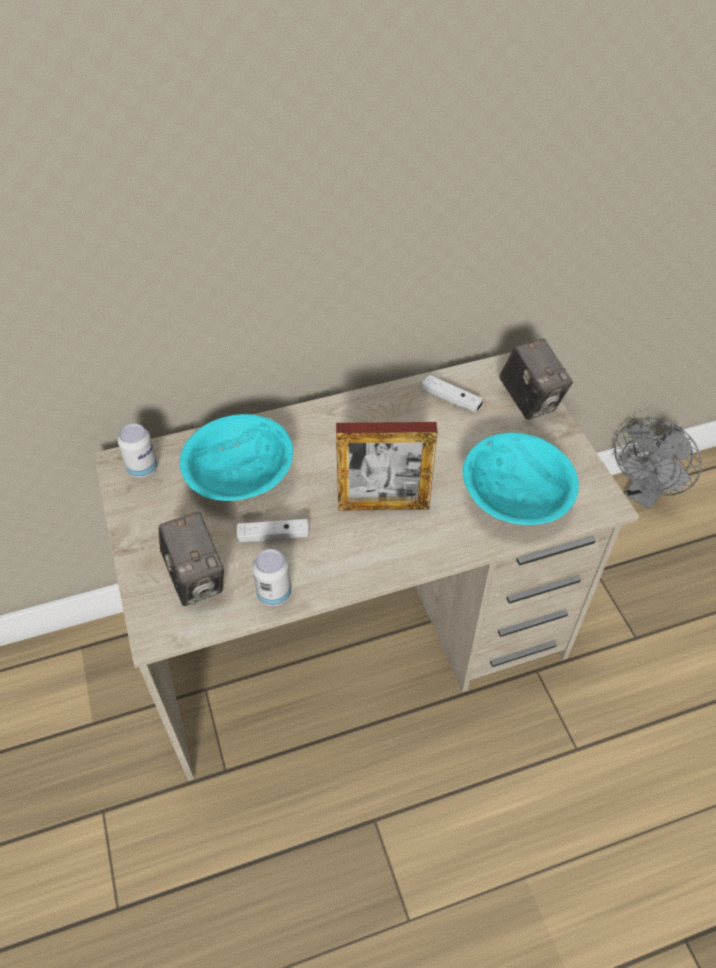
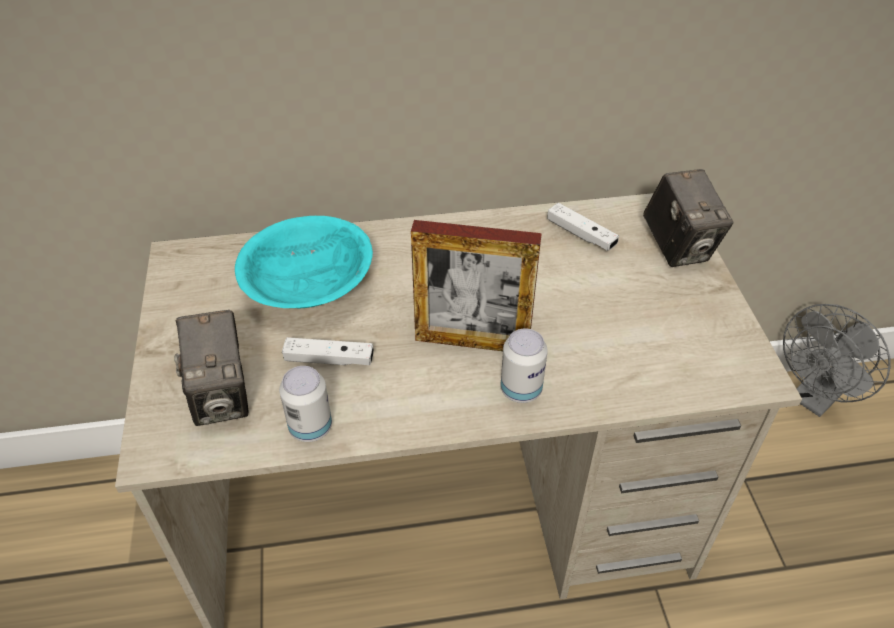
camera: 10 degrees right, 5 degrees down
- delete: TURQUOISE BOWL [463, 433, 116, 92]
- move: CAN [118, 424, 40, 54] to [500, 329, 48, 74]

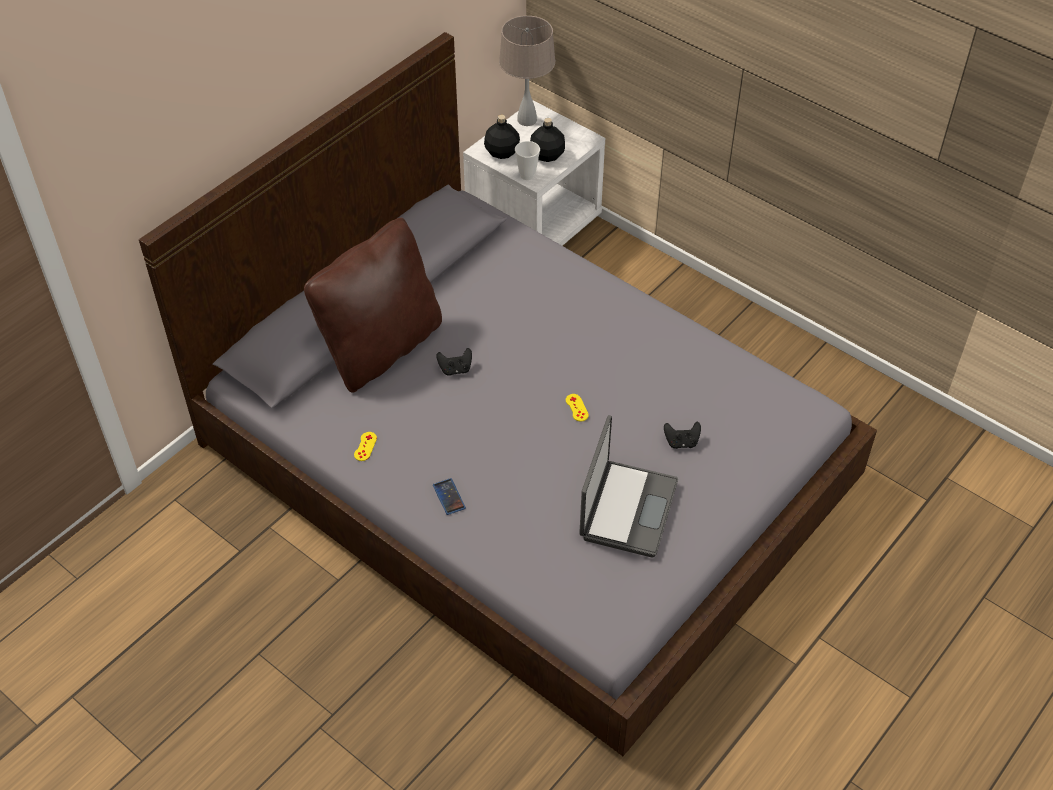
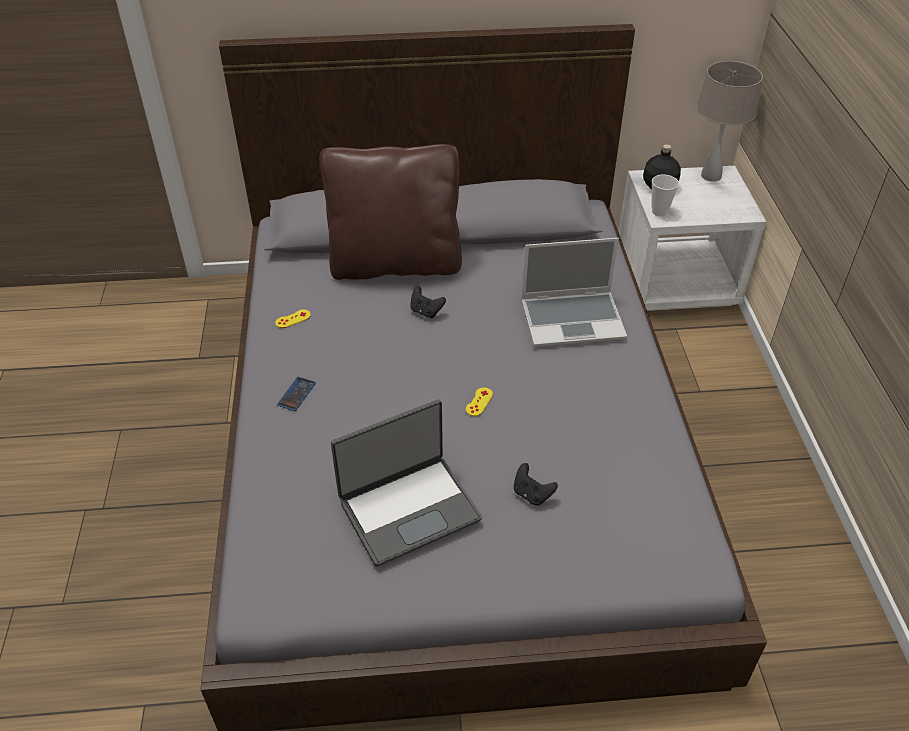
camera: 45 degrees right, 5 degrees down
- delete: BLACK BOTTLE [530, 118, 35, 44]
- insert: LAPTOP [521, 238, 106, 110]

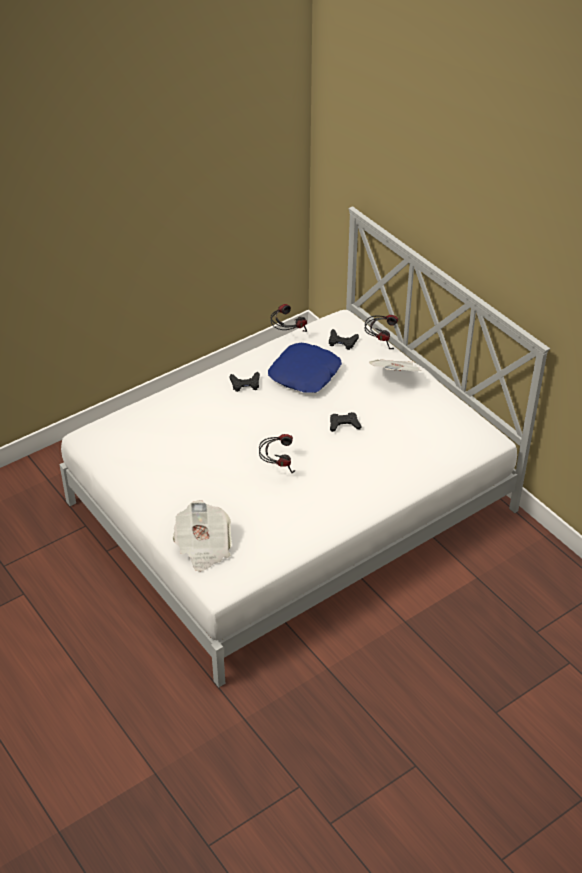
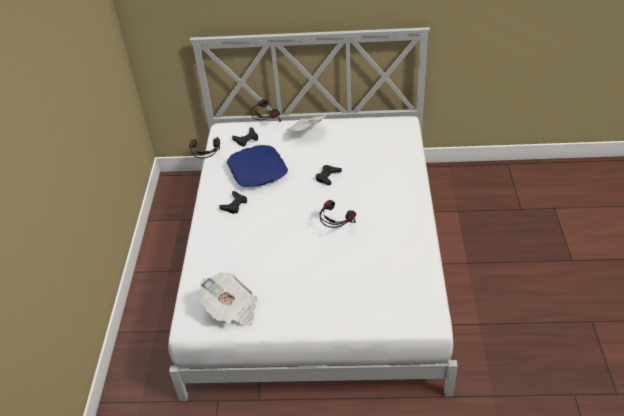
camera: 50 degrees left, 0 degrees up
- move: NEWSPAPER [173, 500, 59, 72] to [200, 273, 57, 53]

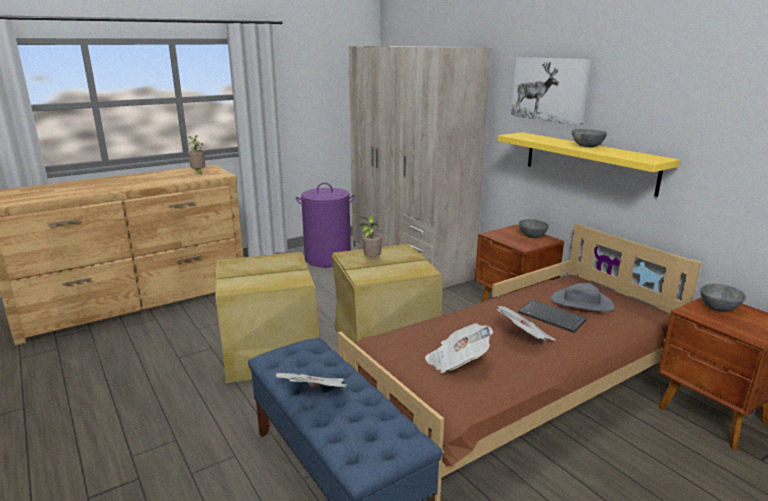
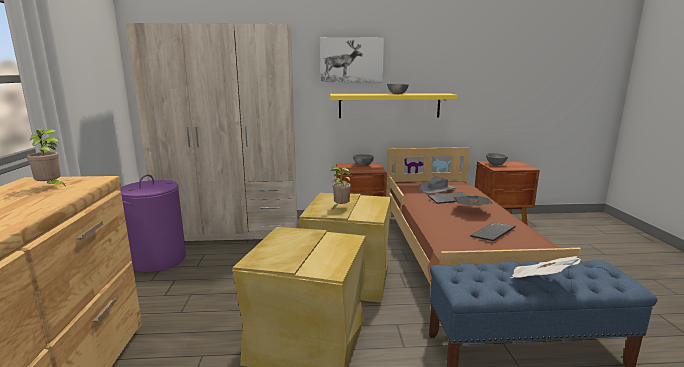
camera: 60 degrees left, 5 degrees down
- replace: NEWSPAPER [425, 323, 68, 50] to KEYBOARD [470, 222, 46, 19]

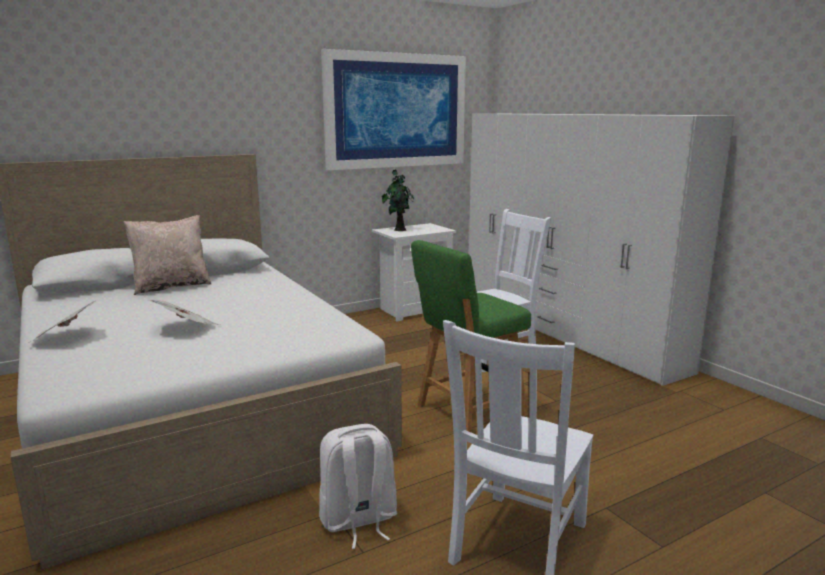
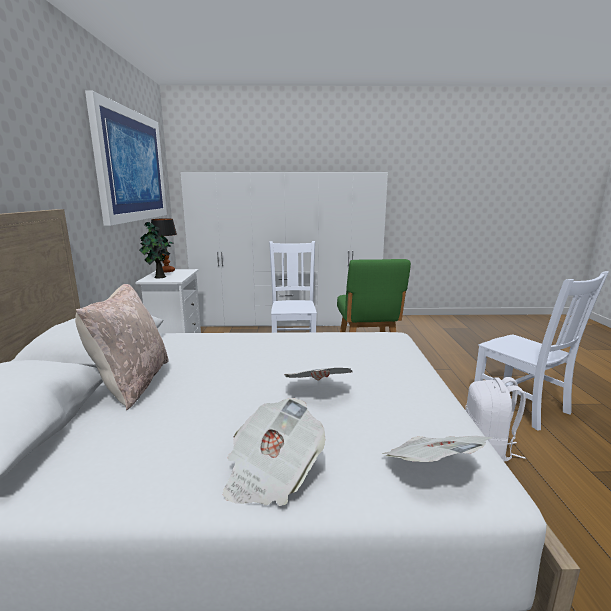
camera: 60 degrees left, 0 degrees up
- insert: TABLE LAMP [151, 218, 26, 54]
- insert: NEWSPAPER [382, 436, 111, 26]

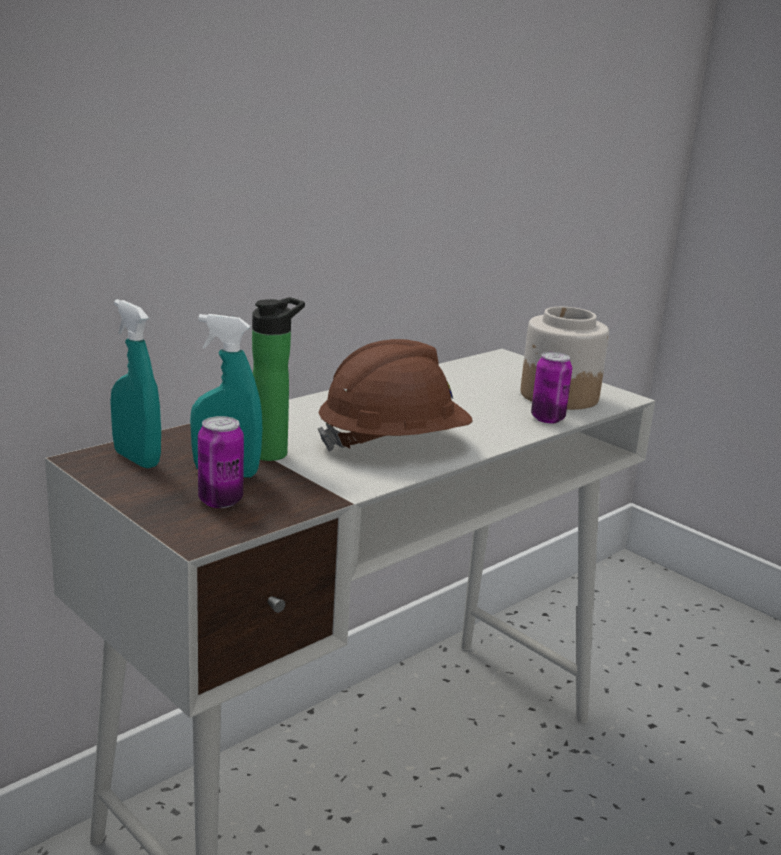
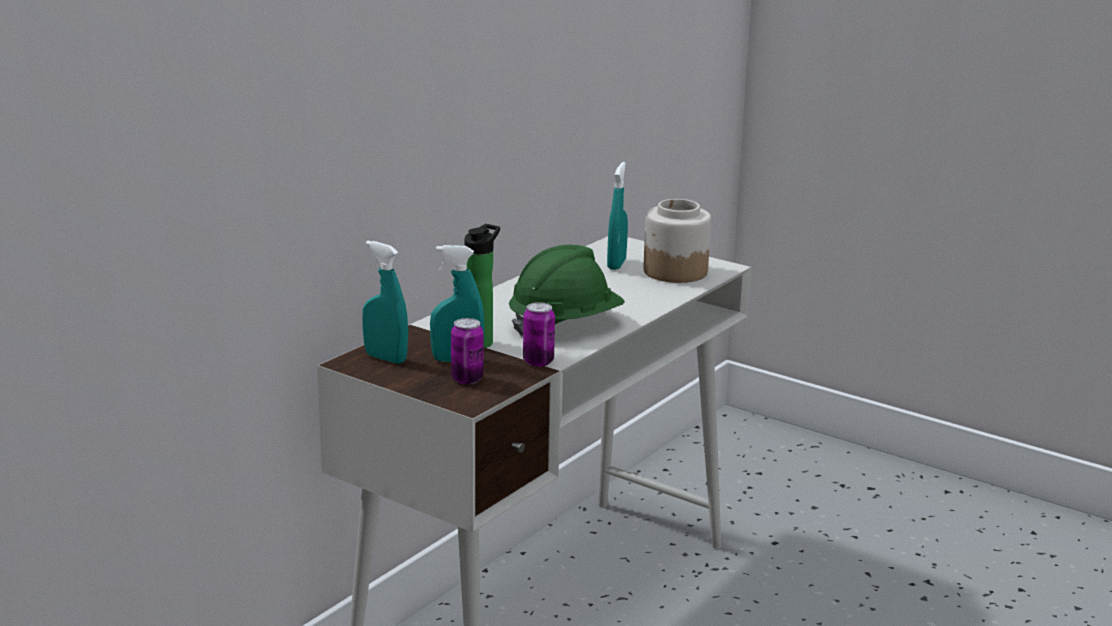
camera: 10 degrees left, 0 degrees up
- insert: TURQUOISE SPRAY BOTTLE [607, 162, 21, 108]
- move: CAN [531, 352, 41, 71] to [523, 302, 32, 65]
- recolor: BROWN HARD HAT [318, 339, 155, 113] to GREEN HARD HAT [509, 245, 116, 91]

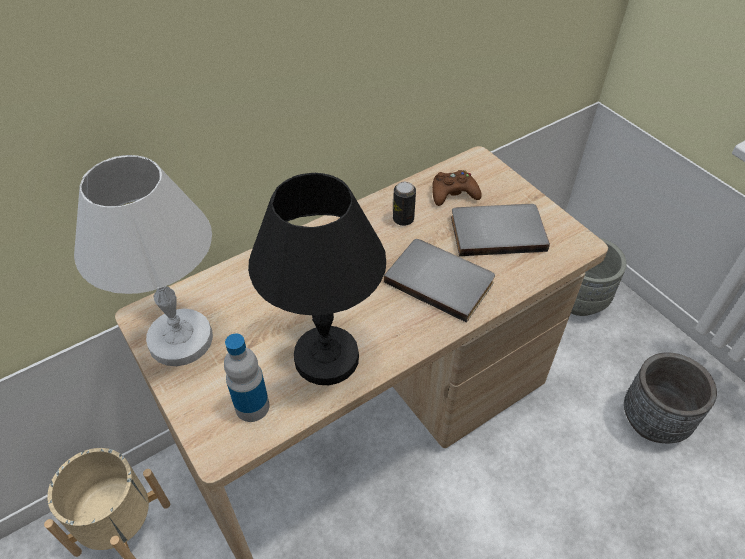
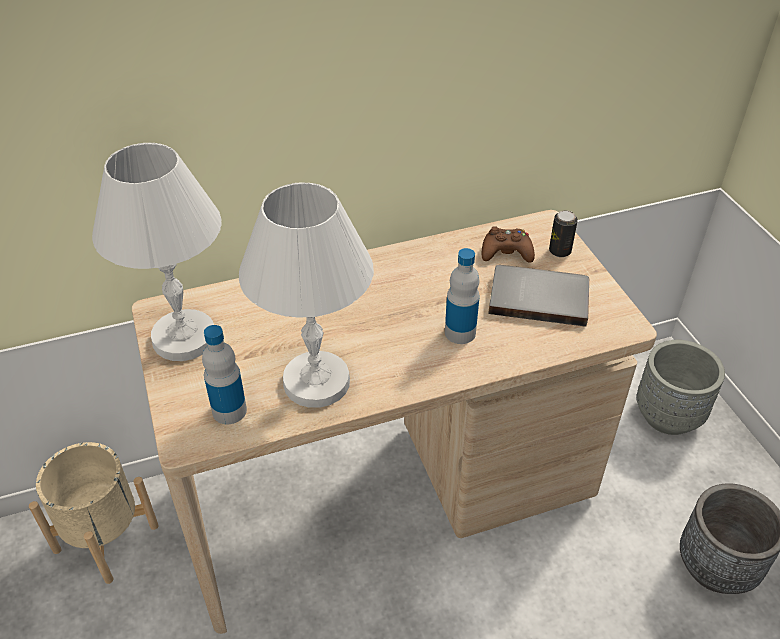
camera: 15 degrees right, 5 degrees down
- move: CAN [393, 182, 23, 44] to [549, 210, 29, 47]
- replace: GREY BOOK [384, 239, 111, 84] to BOTTLE [445, 248, 35, 96]
- recolor: BLACK TABLE LAMP [248, 173, 138, 212] to WHITE TABLE LAMP [239, 183, 135, 225]

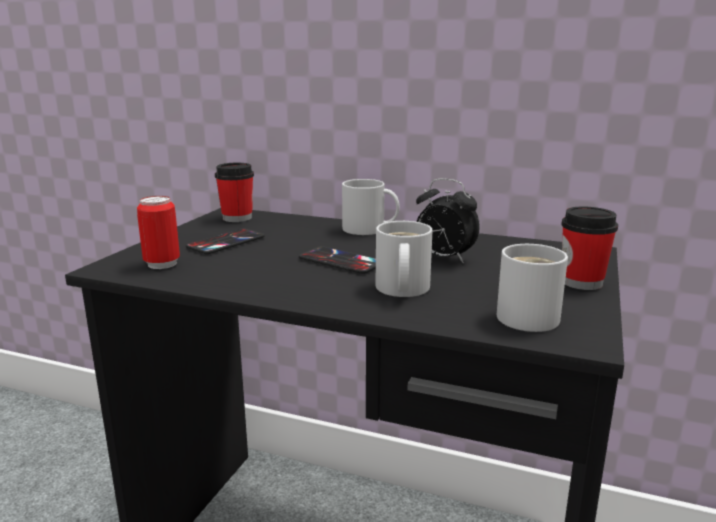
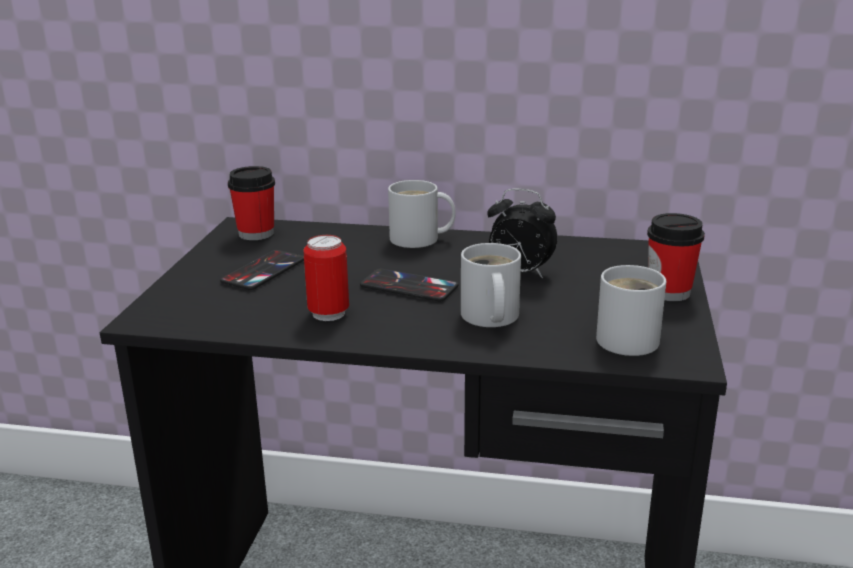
camera: 10 degrees left, 5 degrees up
- move: CAN [137, 196, 43, 73] to [304, 235, 45, 86]

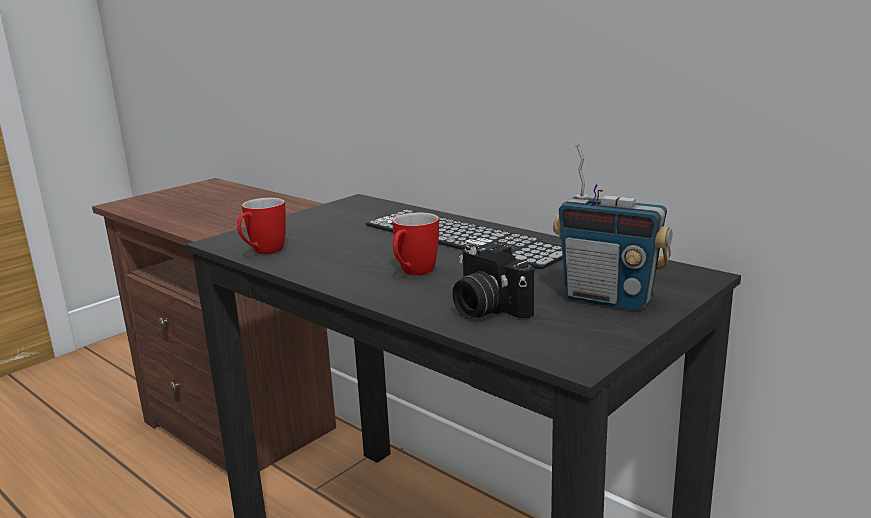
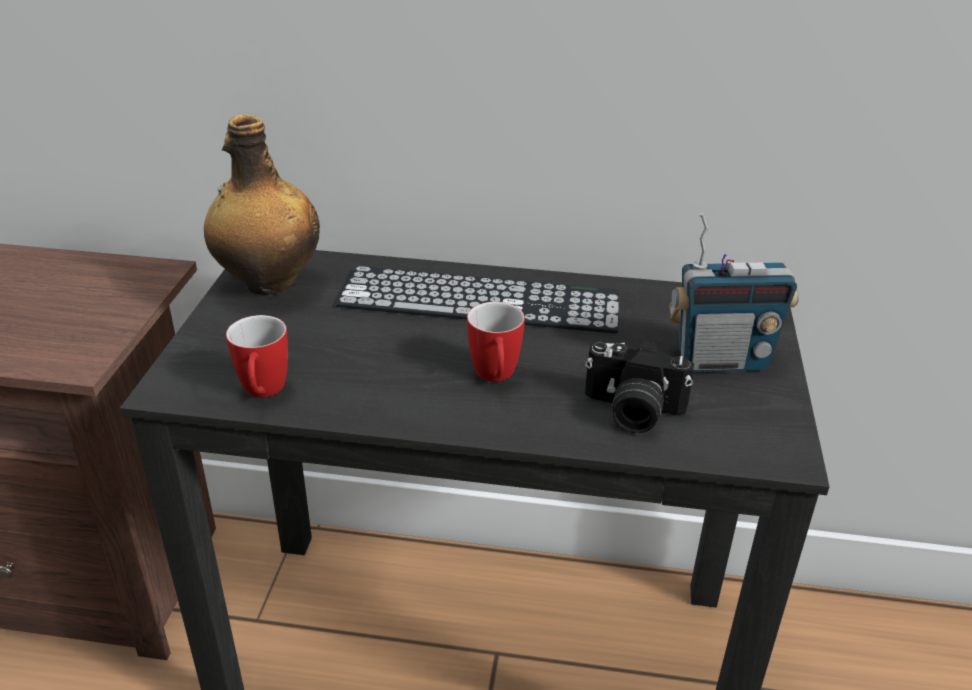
camera: 35 degrees left, 15 degrees up
- insert: BOTTLE [204, 114, 116, 181]

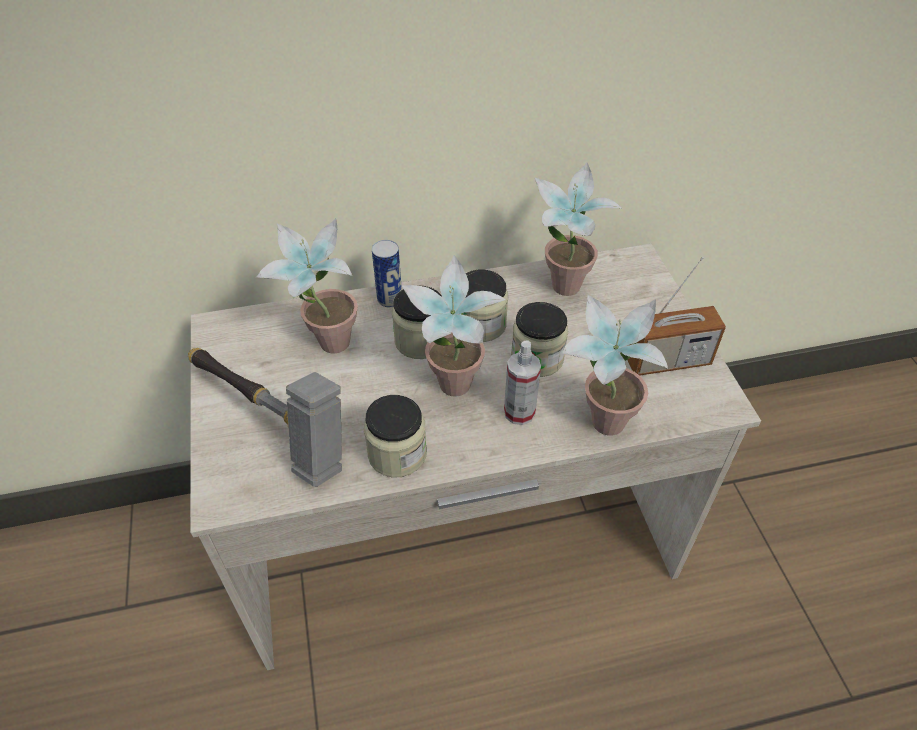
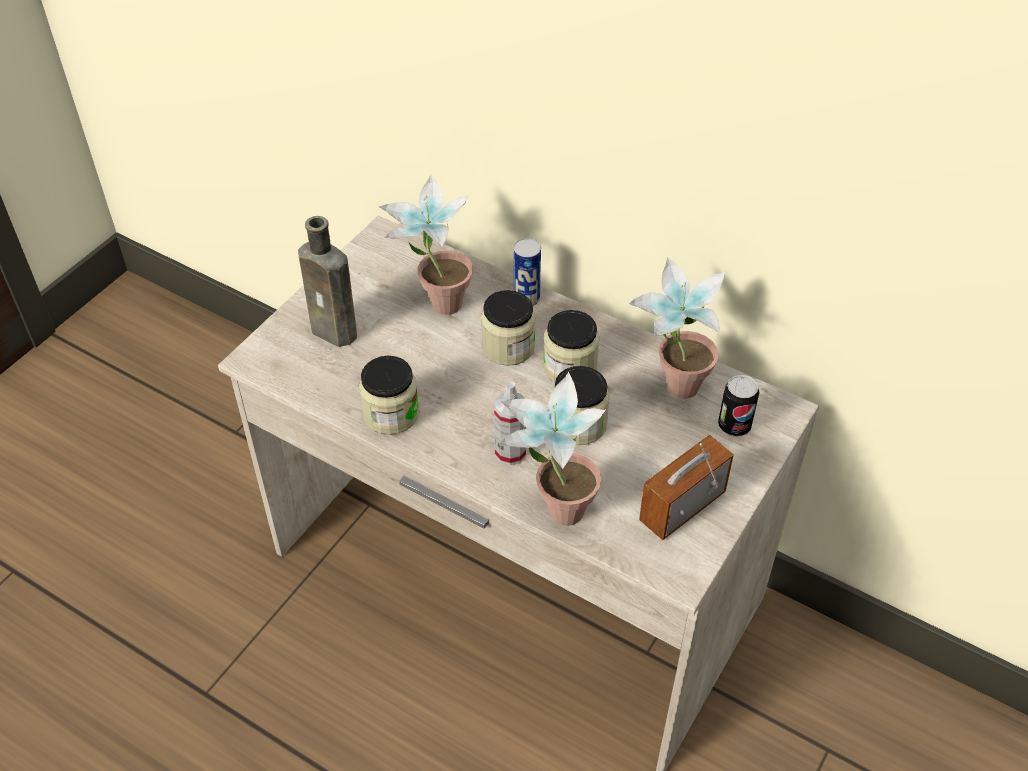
camera: 45 degrees right, 0 degrees up
- delete: POTTED PLANT [401, 255, 104, 142]
- insert: CAN [718, 375, 41, 62]
- replace: HAMMER [188, 348, 154, 139] to BROWN BOTTLE [298, 216, 59, 131]
- rotate: RADIO [627, 257, 99, 119] = [639, 435, 95, 105] 105 degrees clockwise

